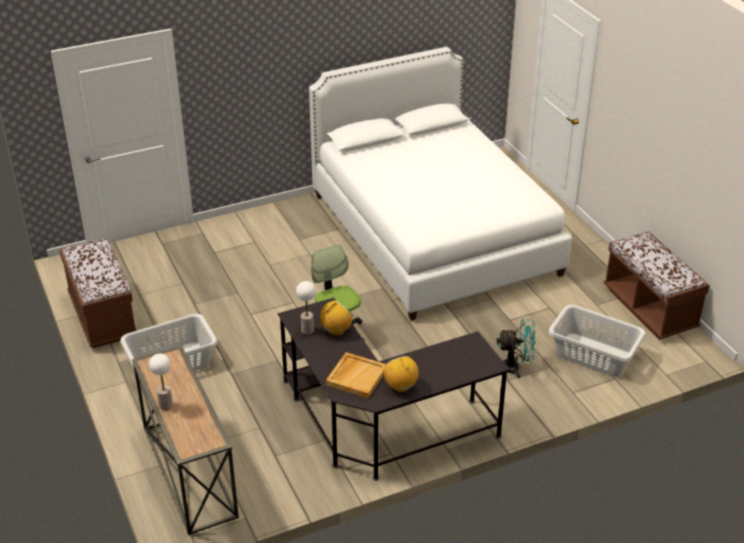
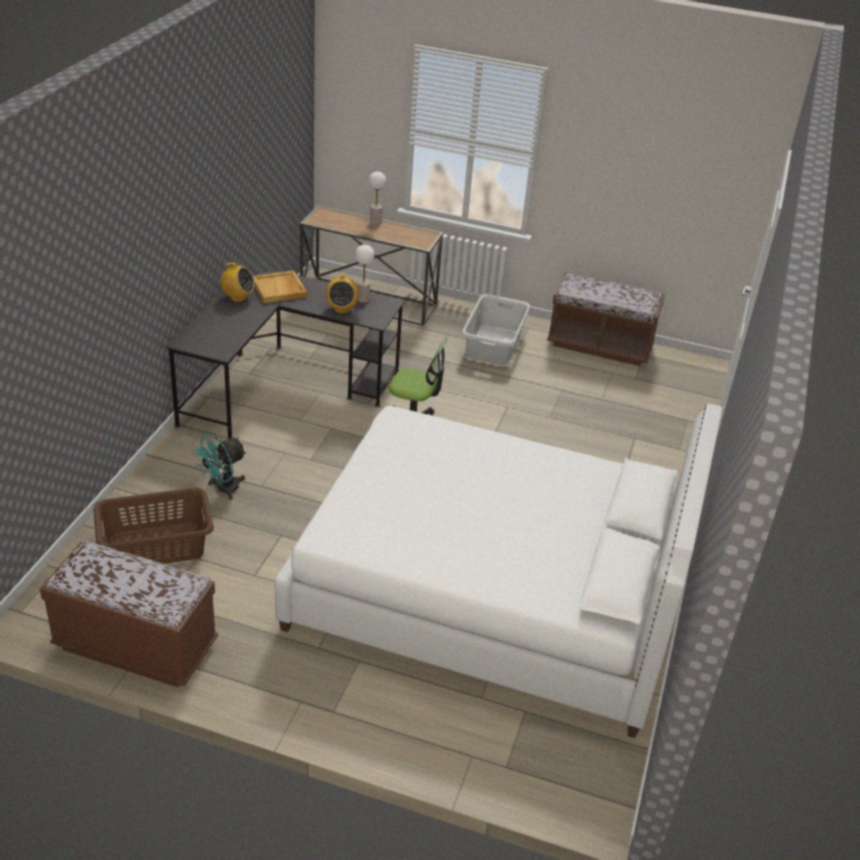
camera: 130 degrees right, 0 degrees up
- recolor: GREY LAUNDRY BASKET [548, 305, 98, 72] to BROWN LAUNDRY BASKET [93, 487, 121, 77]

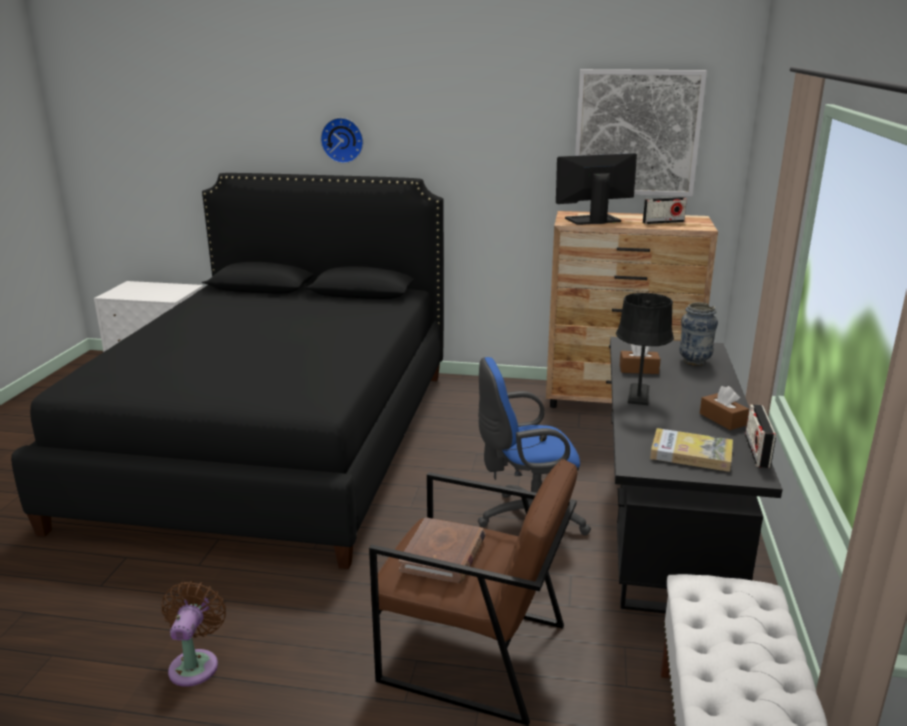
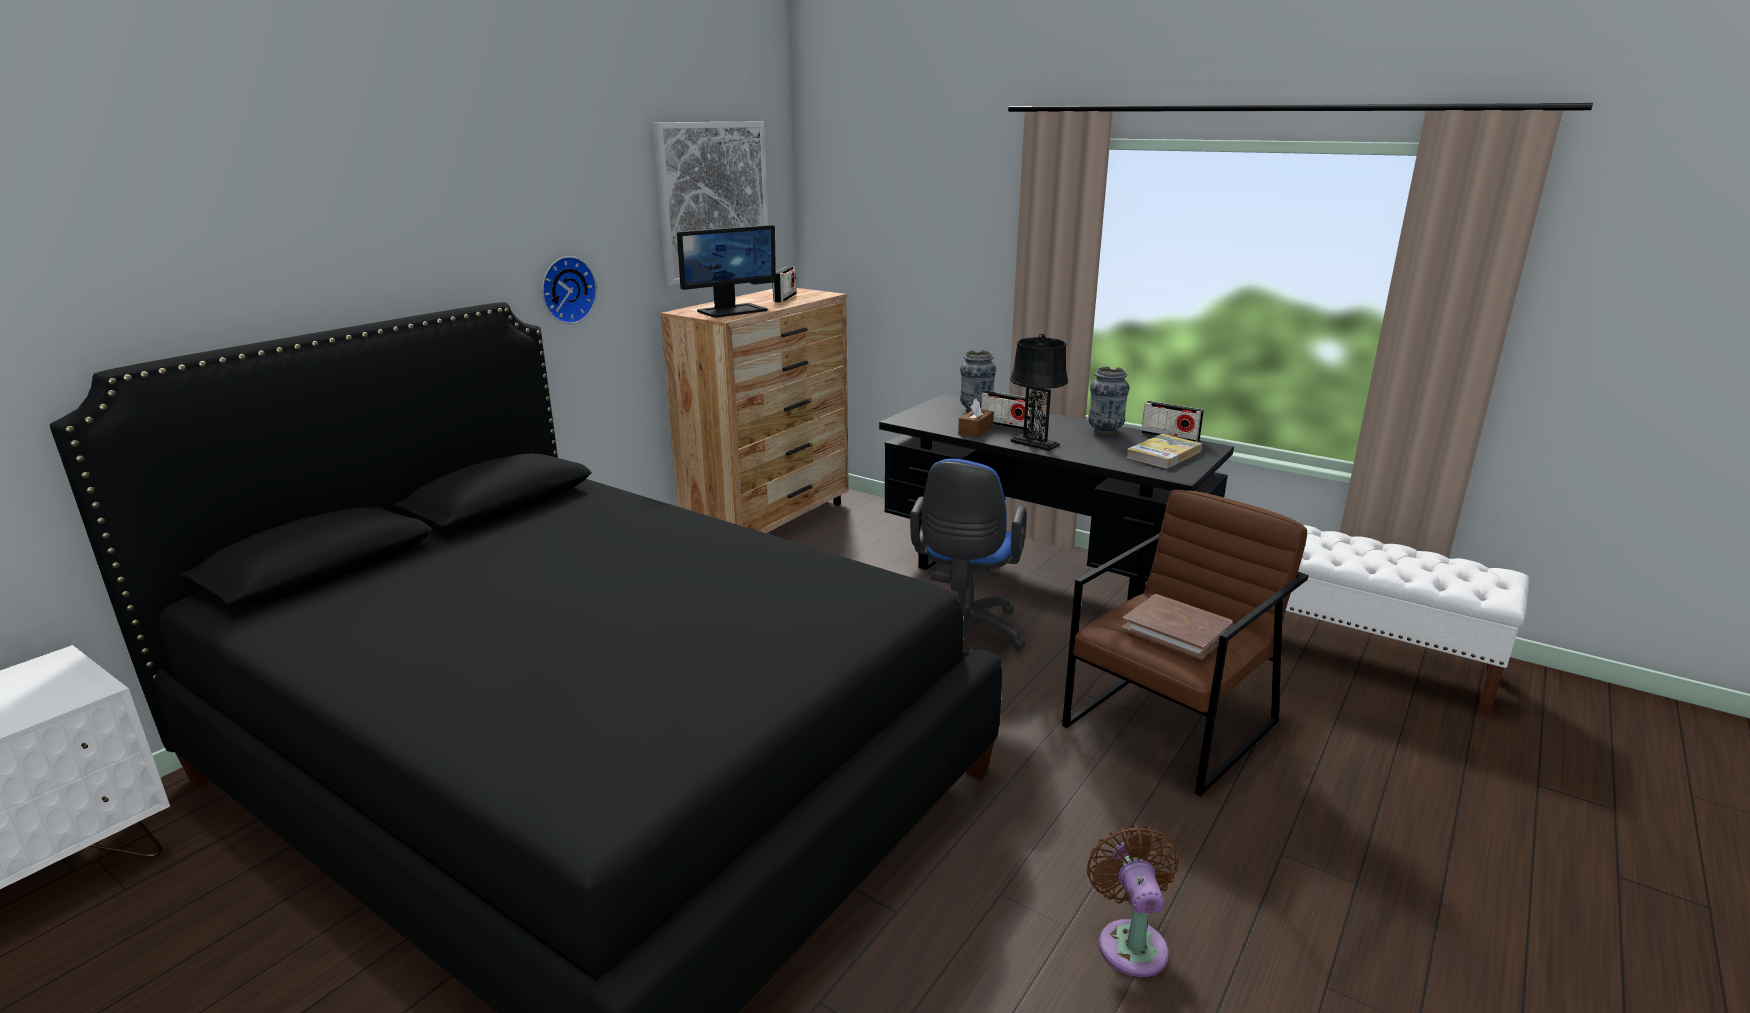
camera: 65 degrees left, 0 degrees up
- insert: RADIO [981, 391, 55, 40]
- move: WALL CLOCK [320, 117, 44, 47] to [542, 256, 55, 68]
- replace: BROWN TISSUE BOX [700, 386, 49, 44] to VASE [1088, 367, 41, 68]
- rotate: BROWN FAN [162, 581, 64, 106] = [1087, 825, 92, 152] 60 degrees clockwise
- rotate: MONITOR [556, 153, 81, 72] = [677, 225, 99, 93] 135 degrees counterclockwise

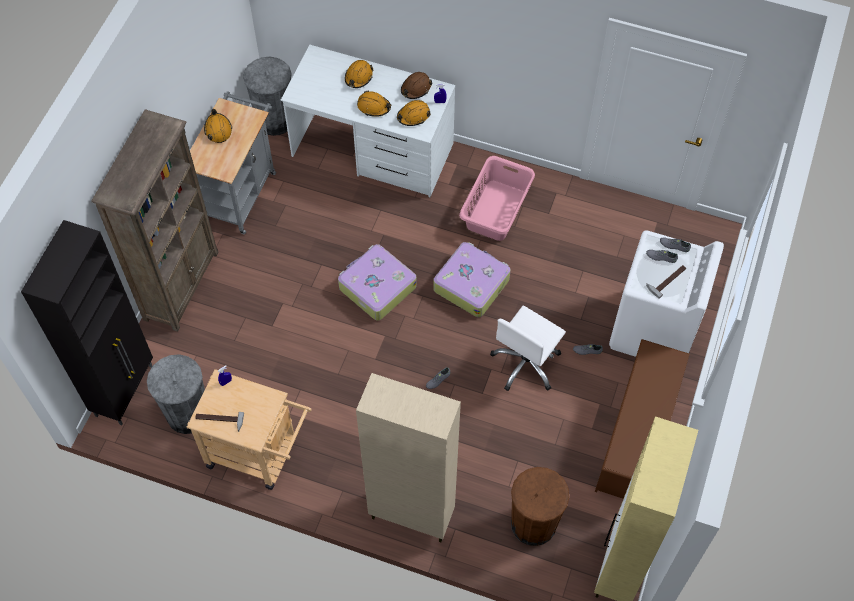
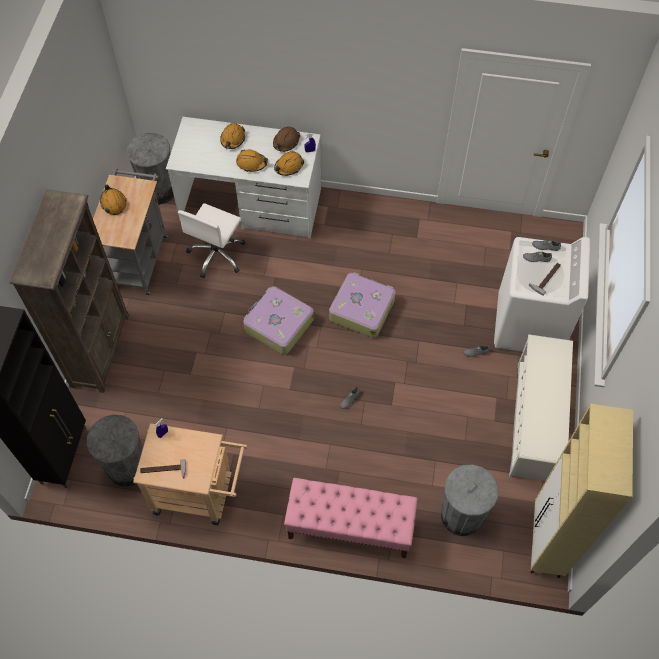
camera: 10 degrees left, 0 degrees up
- delete: PINK LAUNDRY BASKET [459, 156, 76, 85]
- move: WHITE OFFICE CHAIR [490, 306, 76, 85] to [178, 203, 67, 75]
- replace: BEIGE CABINET [356, 373, 105, 169] to PINK BENCH [284, 478, 133, 80]
- recolor: BROWN TRASH CAN [511, 467, 58, 79] to GREY TRASH CAN [441, 464, 57, 72]
- recolor: BROWN SHOE RACK [595, 339, 95, 160] to WHITE SHOE RACK [509, 334, 64, 147]

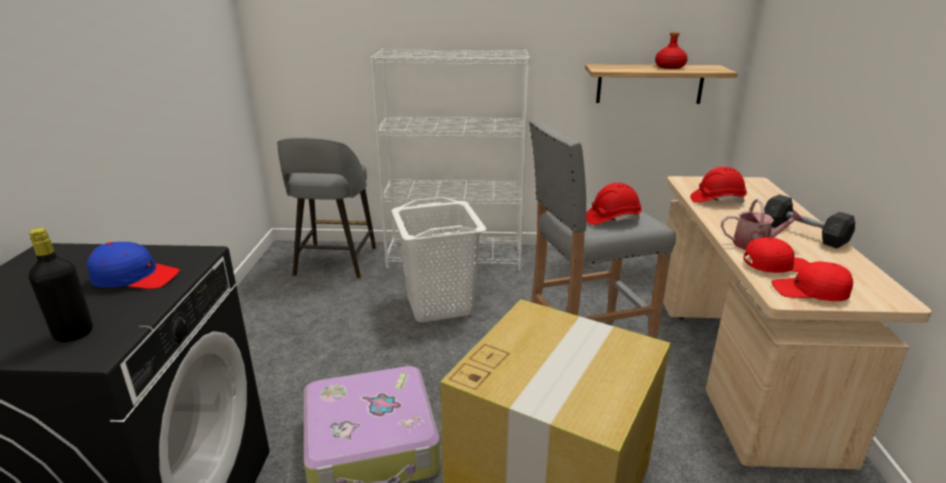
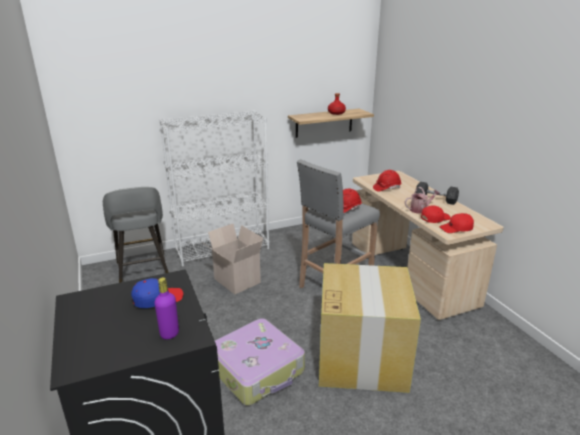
camera: 25 degrees left, 0 degrees up
- replace: WHITE LAUNDRY BASKET [391, 197, 95, 126] to CARDBOARD BOX [202, 224, 61, 70]
- recolor: BLACK BOTTLE [29, 228, 64, 114] to PURPLE BOTTLE [154, 277, 25, 63]

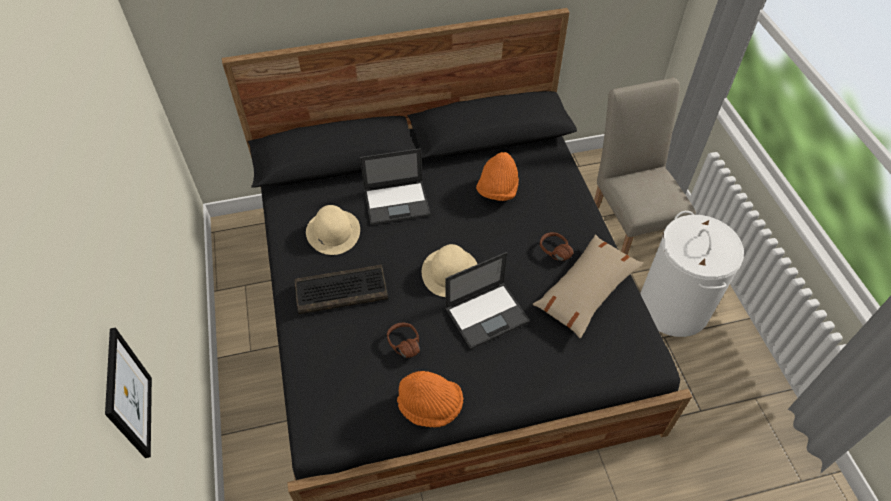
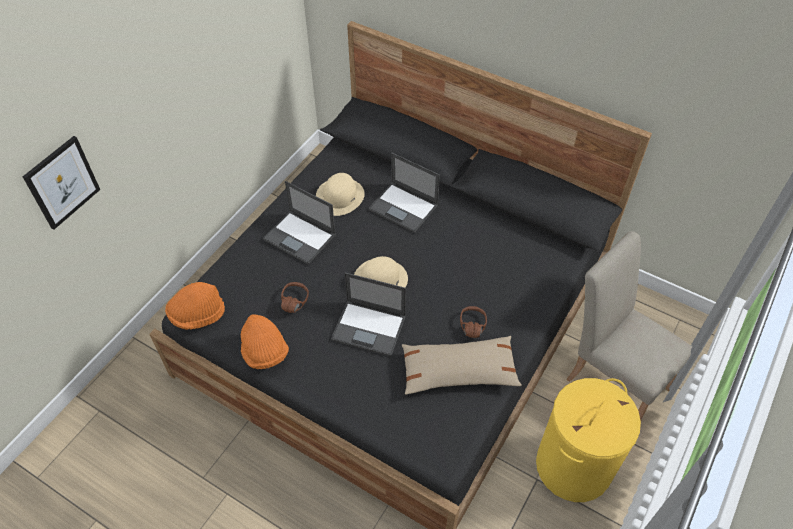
camera: 45 degrees right, 0 degrees up
- move: ORANGE HAT [476, 152, 43, 49] to [165, 282, 60, 48]
- replace: KEYBOARD [294, 265, 94, 49] to LAPTOP [263, 181, 73, 84]
- recolor: WHITE LAUNDRY BASKET [640, 211, 104, 126] to YELLOW LAUNDRY BASKET [536, 378, 105, 124]
- rotate: BEIGE CHAIR [594, 78, 102, 177] = [567, 231, 125, 190] 75 degrees counterclockwise

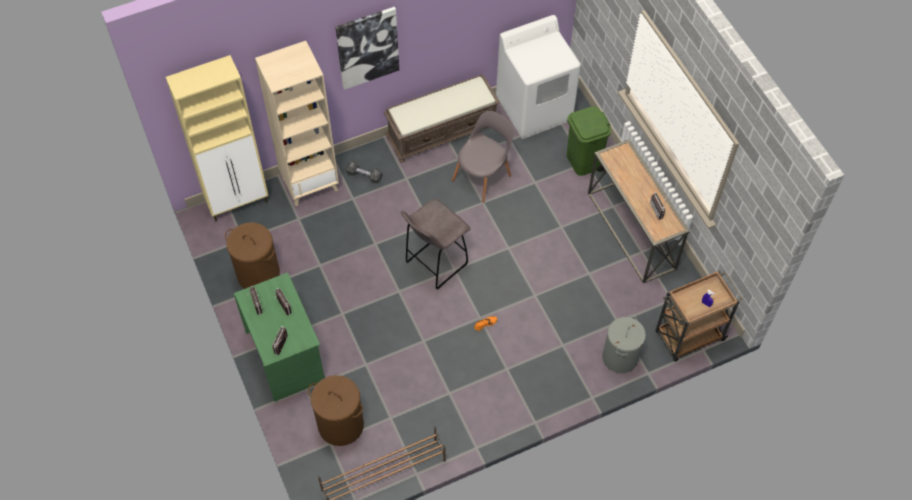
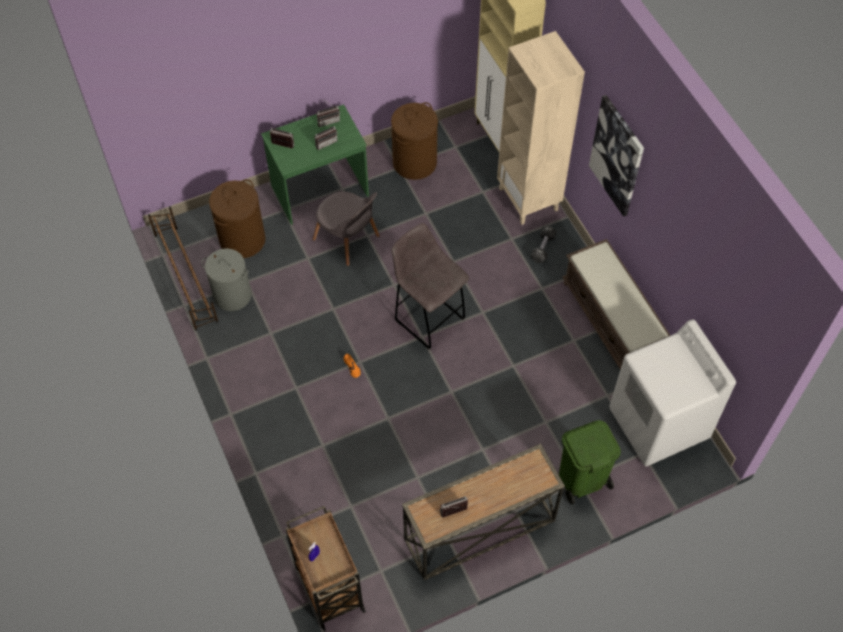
camera: 90 degrees right, 0 degrees up
- move: GREY CHAIR [452, 111, 62, 92] to [312, 192, 68, 74]
- move: GREY LAUNDRY BASKET [602, 315, 44, 58] to [201, 248, 50, 63]

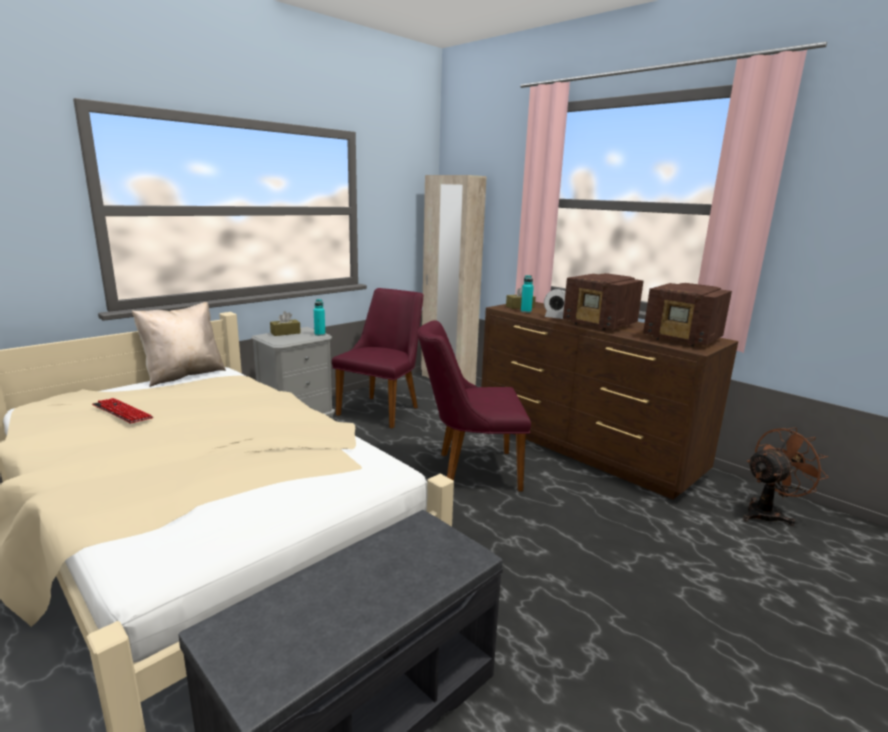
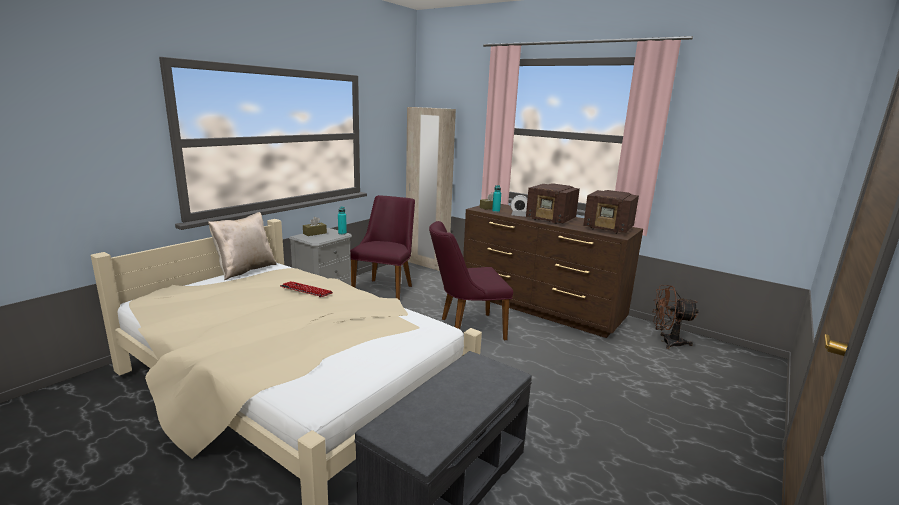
camera: 10 degrees left, 0 degrees up
- move: KEYBOARD [92, 398, 61, 26] to [280, 281, 53, 17]
- rotate: BROWN FAN [743, 427, 86, 99] = [653, 285, 46, 64] 135 degrees counterclockwise

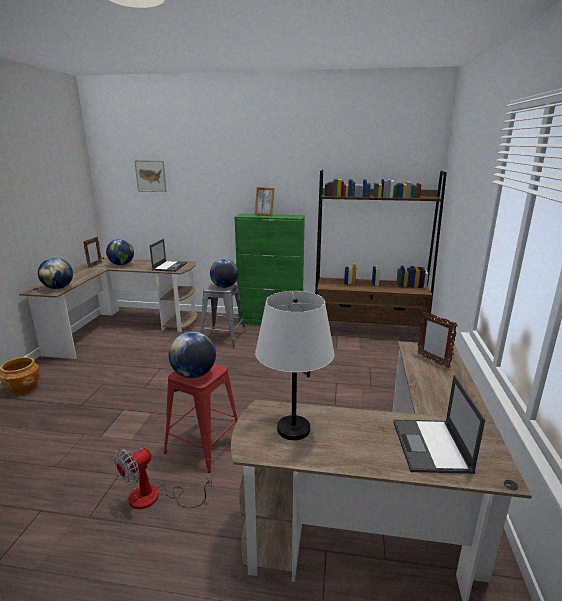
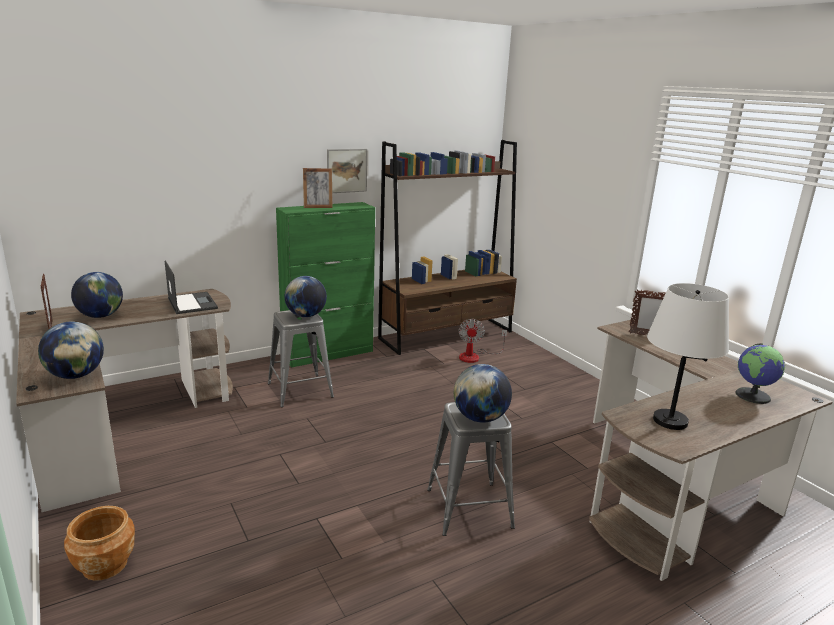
camera: 40 degrees left, 0 degrees up
- move: FAN [114, 448, 98, 61] to [458, 319, 49, 44]
- move: PICTURE [134, 160, 33, 32] to [327, 149, 40, 44]
- replace: LAPTOP [393, 375, 92, 99] to GLOBE [735, 343, 50, 61]
- recolor: RED STOOL [164, 363, 74, 110] to GREY STOOL [427, 402, 88, 134]

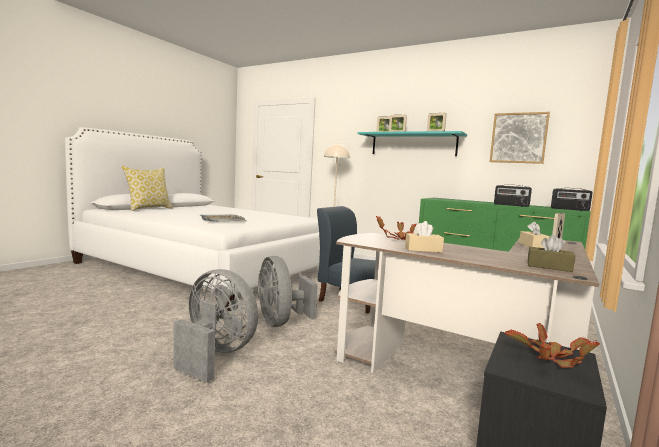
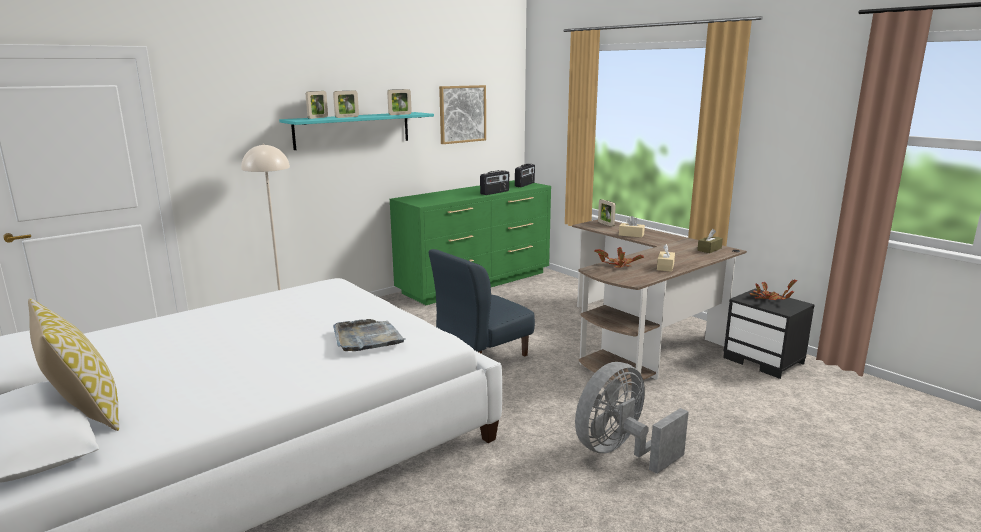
camera: 70 degrees left, 10 degrees up
- delete: GREY FAN [258, 256, 60, 71]

